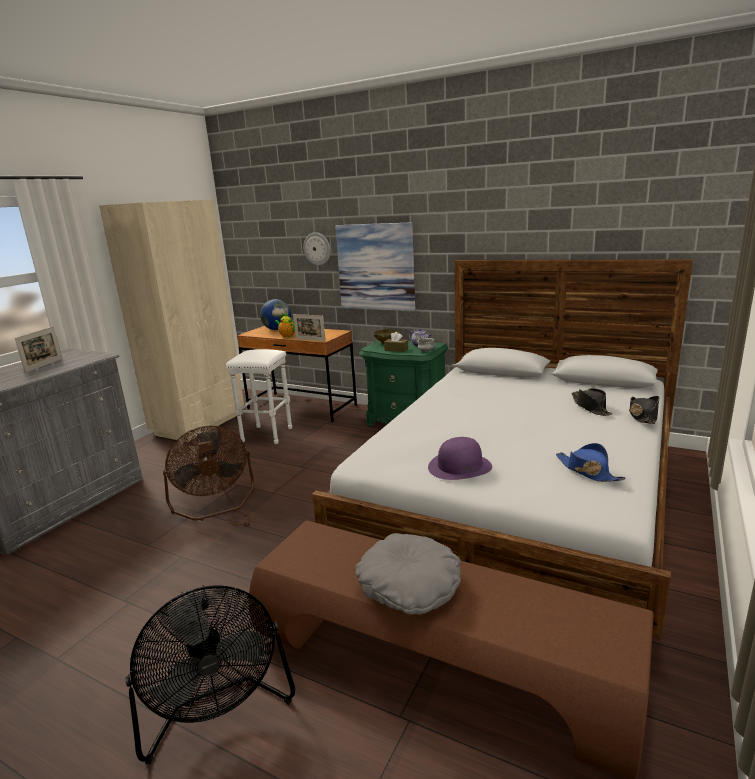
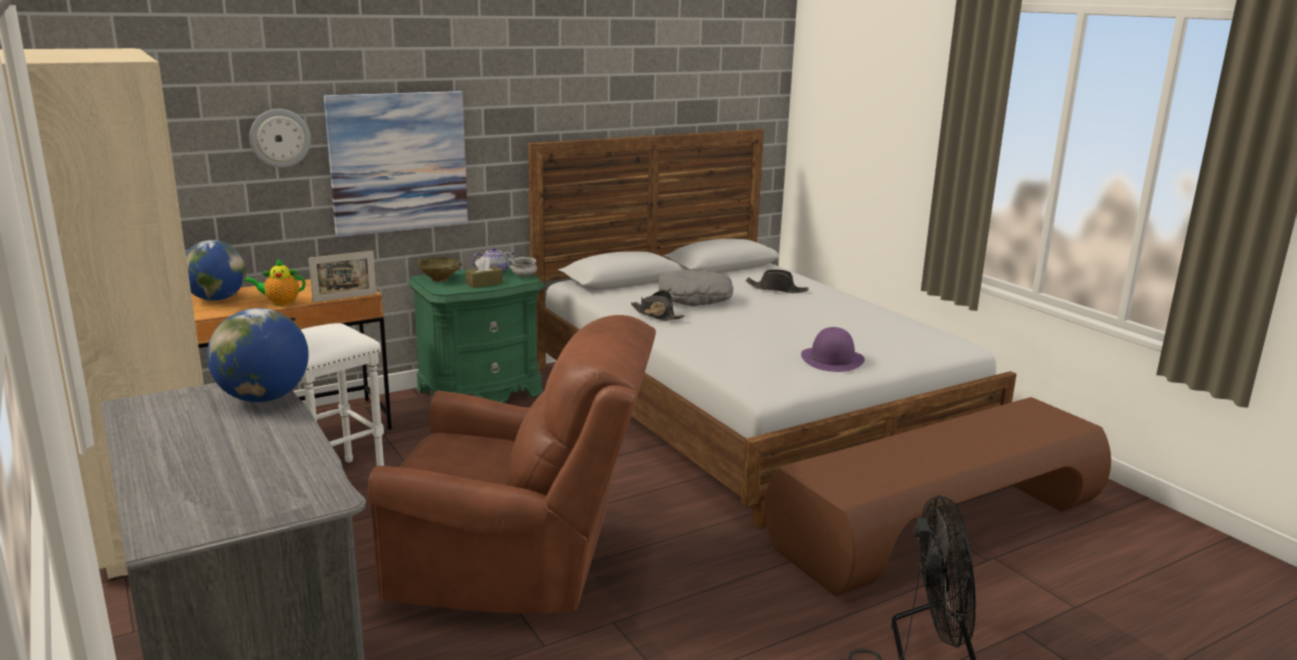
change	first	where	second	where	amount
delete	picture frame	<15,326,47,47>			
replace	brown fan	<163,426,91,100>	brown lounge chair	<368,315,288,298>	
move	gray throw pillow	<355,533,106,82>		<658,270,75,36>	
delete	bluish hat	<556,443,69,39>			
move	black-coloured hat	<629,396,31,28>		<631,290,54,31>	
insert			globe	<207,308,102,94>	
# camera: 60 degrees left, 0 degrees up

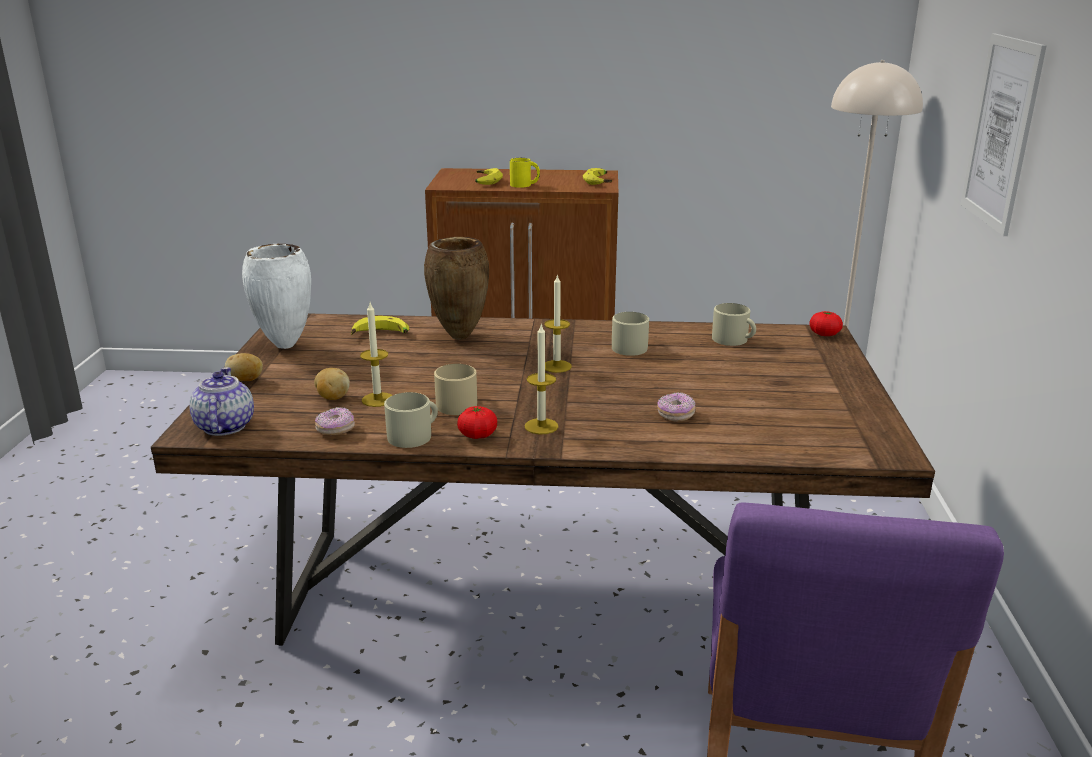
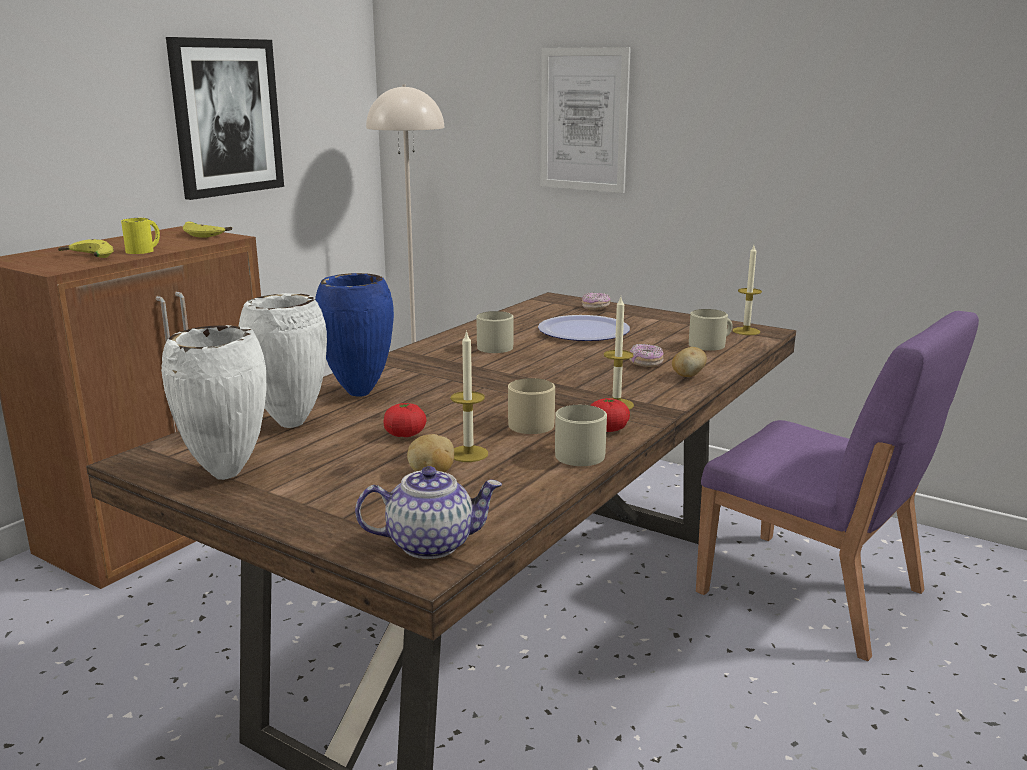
change	first	where	second	where	amount
rotate	tea pot	<189,367,65,69>		<355,466,147,93>	150 degrees clockwise
move	whole potato	<225,353,38,28>		<672,347,35,30>	
move	ring doughnut	<315,407,40,28>		<582,292,29,18>	
replace	banana fruit	<351,316,58,19>	white-coloured decorative vase	<238,293,89,135>	
recolor	brown decorative vase	<424,237,65,103>	bluish decorative vase	<315,273,79,124>	
move	wax light	<544,274,28,99>		<732,245,30,90>	
move	sand-coloured coffee mug	<712,303,44,43>		<689,309,44,42>	
move	tomato	<809,311,34,25>		<384,403,42,34>	
insert			wall art	<166,37,118,163>	
insert			flat dish	<538,315,92,26>	
# camera: 60 degrees left, 5 degrees down

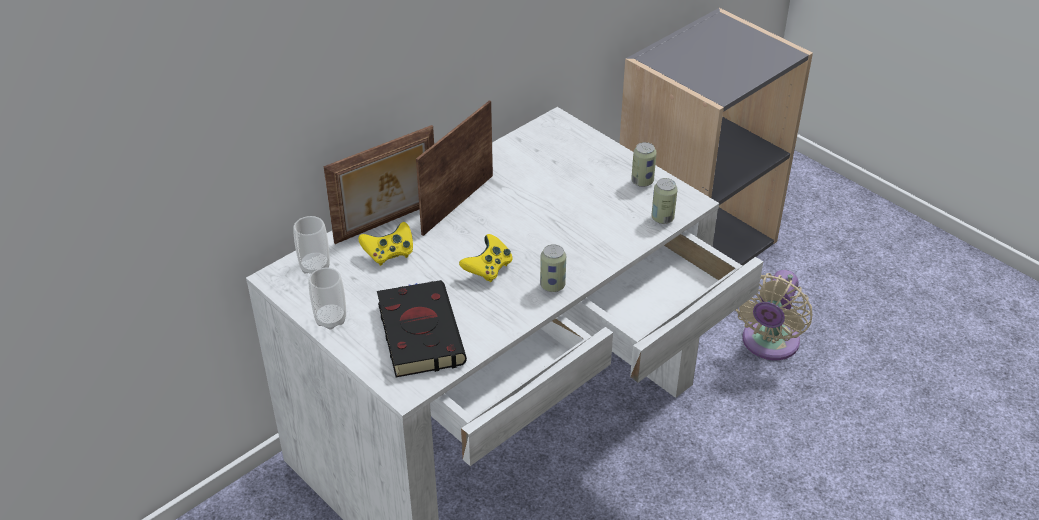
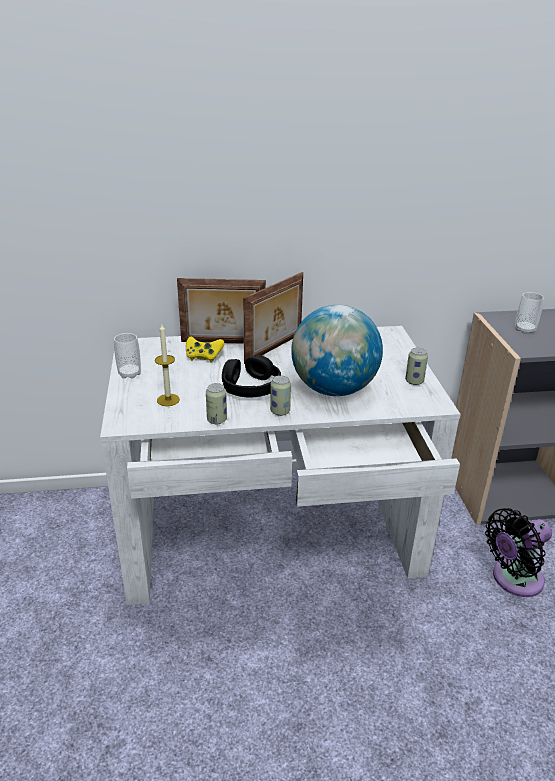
change	first	where	second	where	amount
move	cup	<293,216,37,58>		<515,292,29,42>	
replace	black-coloured volume	<377,280,90,97>	wax light	<155,324,25,82>	
rotate	picture frame	<416,100,77,136>		<243,272,60,92>	150 degrees clockwise
replace	yellow joypad	<459,234,54,48>	black-coloured pair of headphones	<222,355,59,43>	
move	metal can	<652,178,26,46>		<206,383,21,41>	
recolor	sand-coloured fan	<735,270,77,90>	black-coloured fan	<485,508,67,89>	
insert			globe	<291,305,92,91>	
# camera: 35 degrees right, 10 degrees down

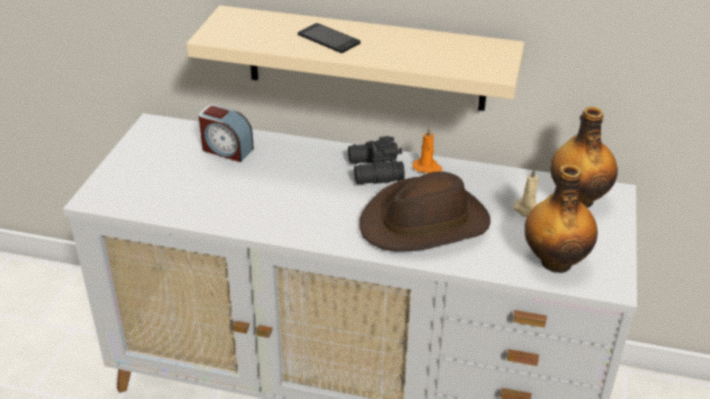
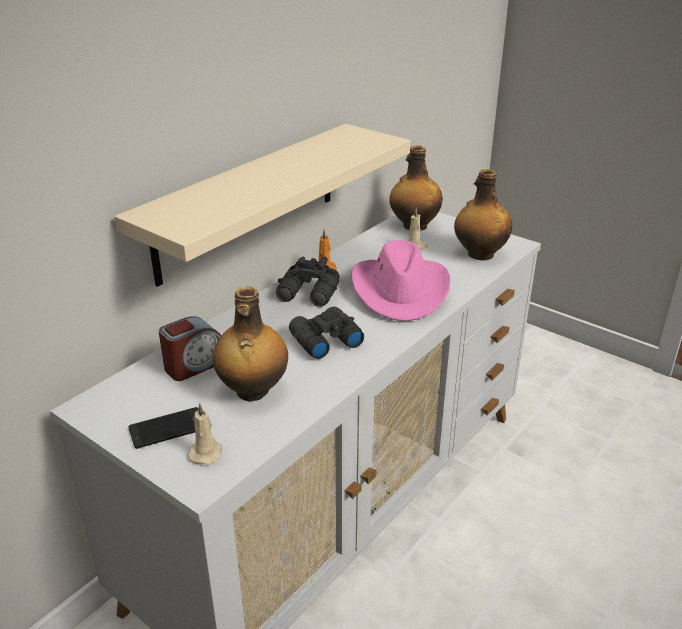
change	first	where	second	where	amount
move	handset	<298,23,63,30>		<128,407,70,42>	
recolor	brown hat	<360,171,131,80>	pink hat	<351,240,99,81>	
insert			sand-coloured wax light	<188,403,35,62>	
insert			drink bottle	<213,287,75,115>	
insert			black-coloured pair of binoculars	<289,307,75,52>	
# camera: 65 degrees left, 5 degrees down

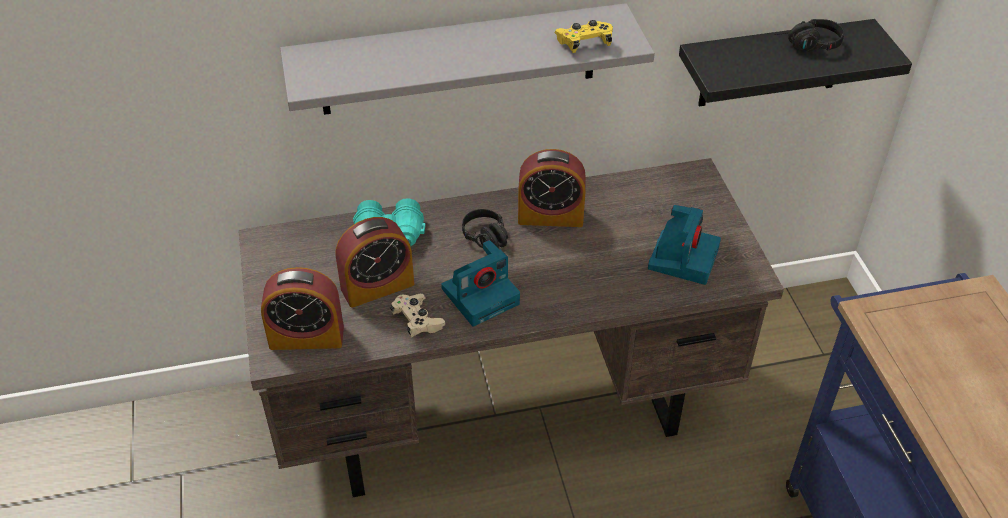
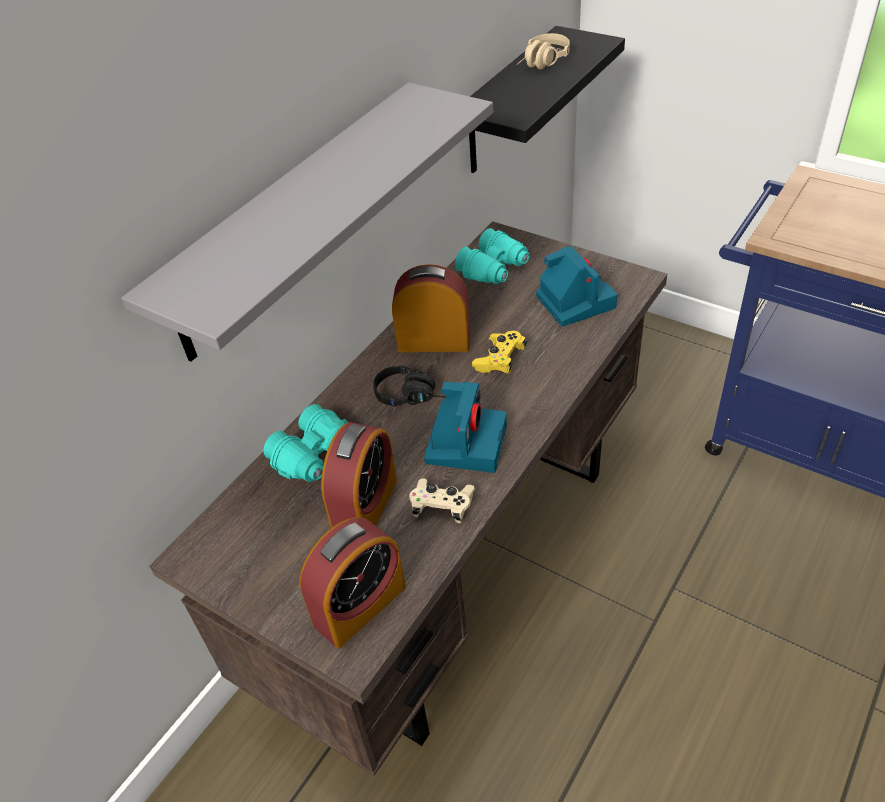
change	first	where	second	where	amount
rotate	alarm clock	<518,149,68,78>		<392,264,79,88>	135 degrees counterclockwise
move	yellow joypad	<554,20,59,33>		<472,331,55,43>	
recolor	black-coloured pair of headphones	<774,19,70,32>	sand-coloured pair of headphones	<517,33,53,37>	
insert			turquoise pair of binoculars	<455,228,75,56>	
# camera: 40 degrees left, 0 degrees up

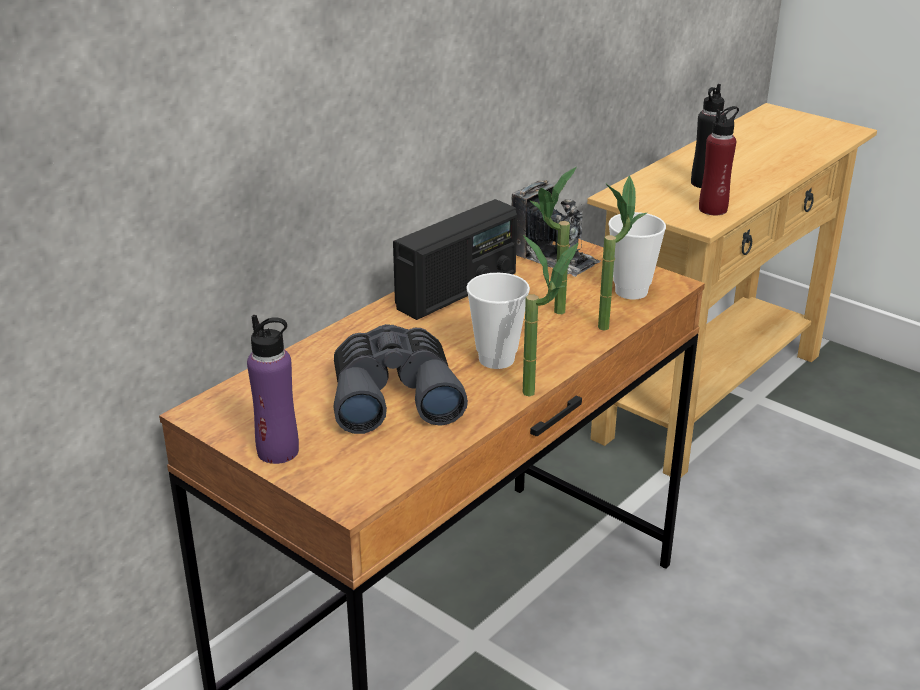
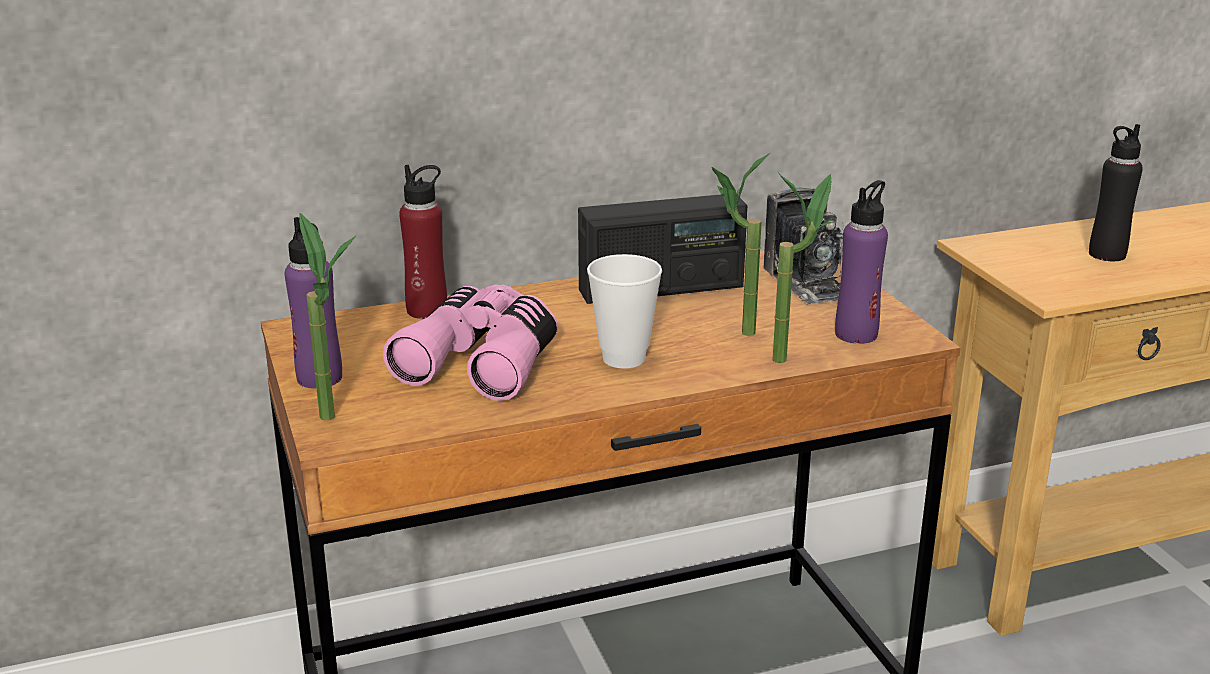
change	first	where	second	where	amount
recolor	gray pair of binoculars	<334,324,134,110>	pink pair of binoculars	<383,285,175,116>	
move	houseplant	<523,235,55,162>		<299,213,57,207>	
replace	cup	<609,212,57,88>	purplish drink bottle	<835,180,53,164>	
move	reddish drink bottle	<699,106,40,109>		<399,165,48,154>	
# camera: 30 degrees right, 5 degrees down

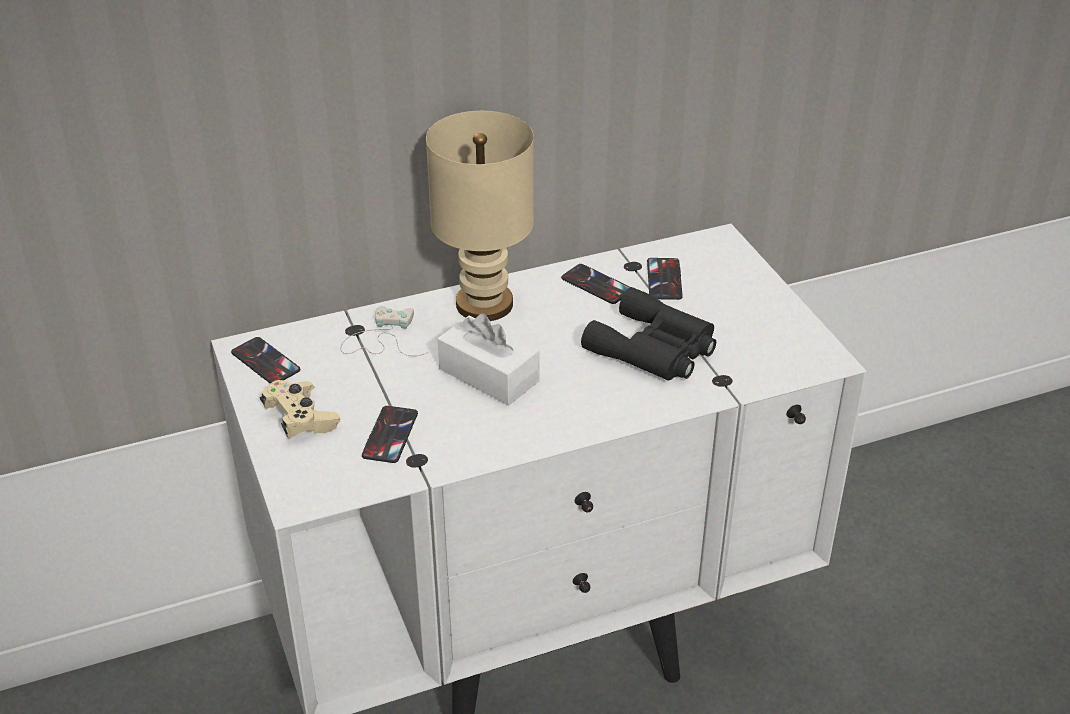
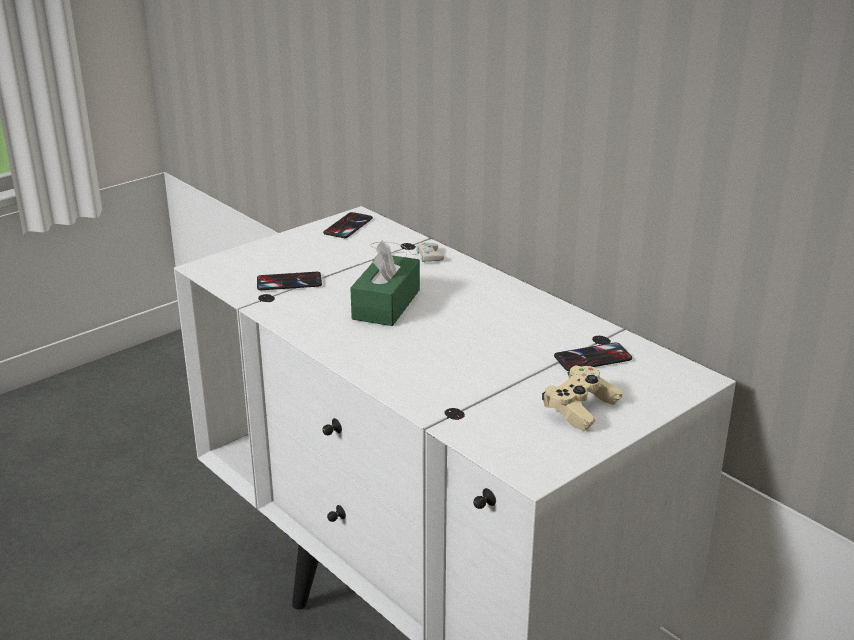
change	first	where	second	where	amount
move	sand-coloured joypad	<260,380,80,59>		<542,365,81,66>	
delete	sand-coloured tabletop lamp	<426,111,108,210>			
recolor	white-coloured box of tissues	<438,313,102,92>	greenish box of tissues	<350,240,70,86>	
delete	handset	<561,264,69,40>			
delete	black-coloured pair of binoculars	<581,287,135,94>			
# camera: 70 degrees right, 10 degrees down

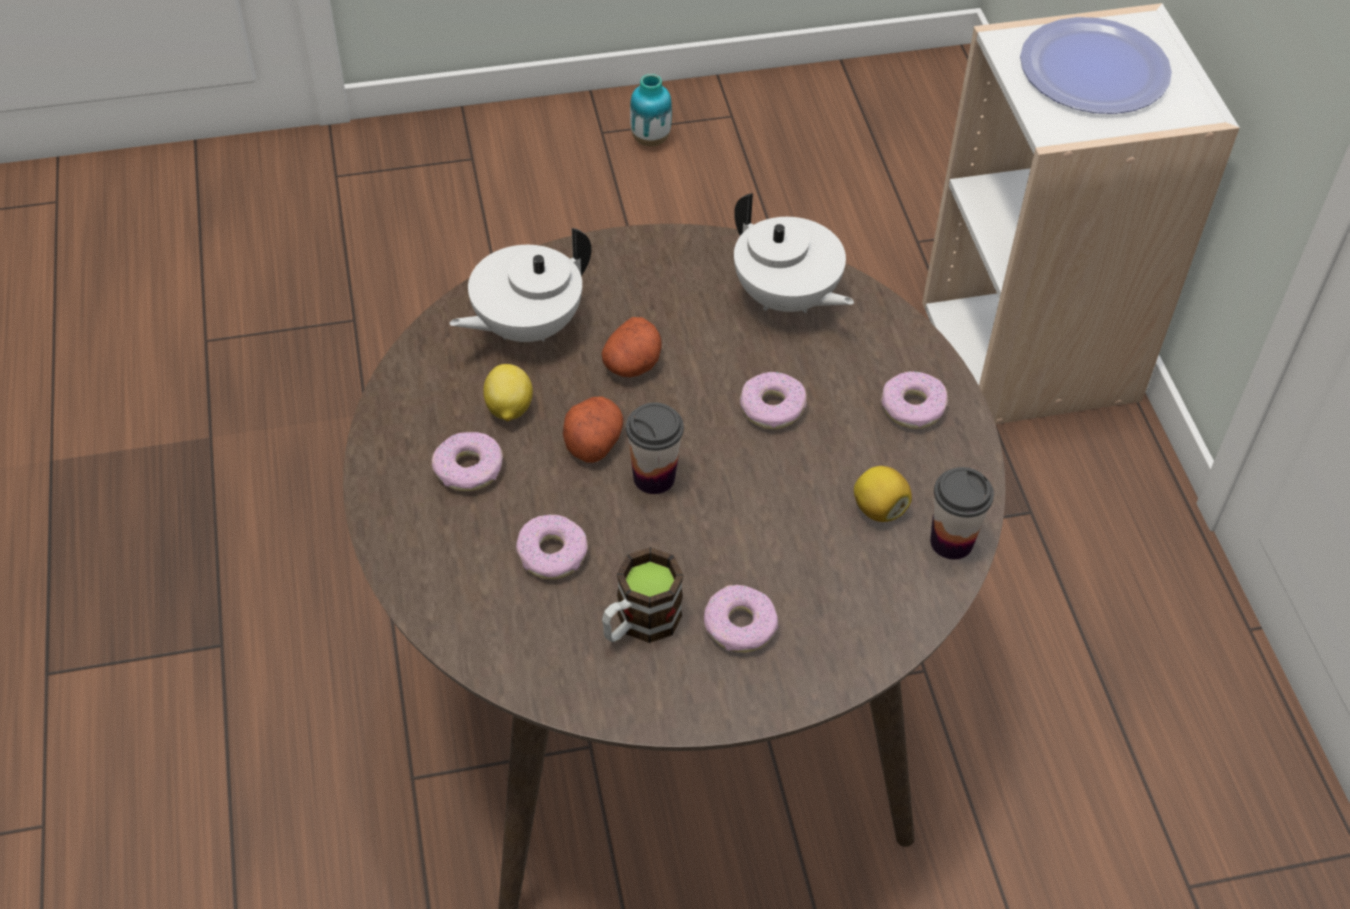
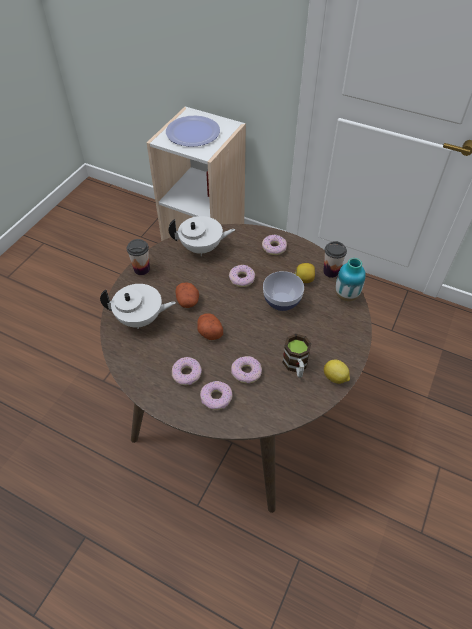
change	first	where	second	where	amount
rotate	white-coloured tea pot	<449,228,143,114>		<100,284,76,45>	90 degrees counterclockwise
move	citrus fruit	<483,364,50,57>		<324,360,26,24>	
move	cup	<626,402,58,92>		<127,239,23,36>	
move	decorative vase	<630,74,42,73>		<336,258,30,43>	
move	ring doughnut	<704,585,74,67>		<200,381,32,29>	
insert			bowl	<263,271,41,40>	
# camera: 50 degrees left, 0 degrees up

